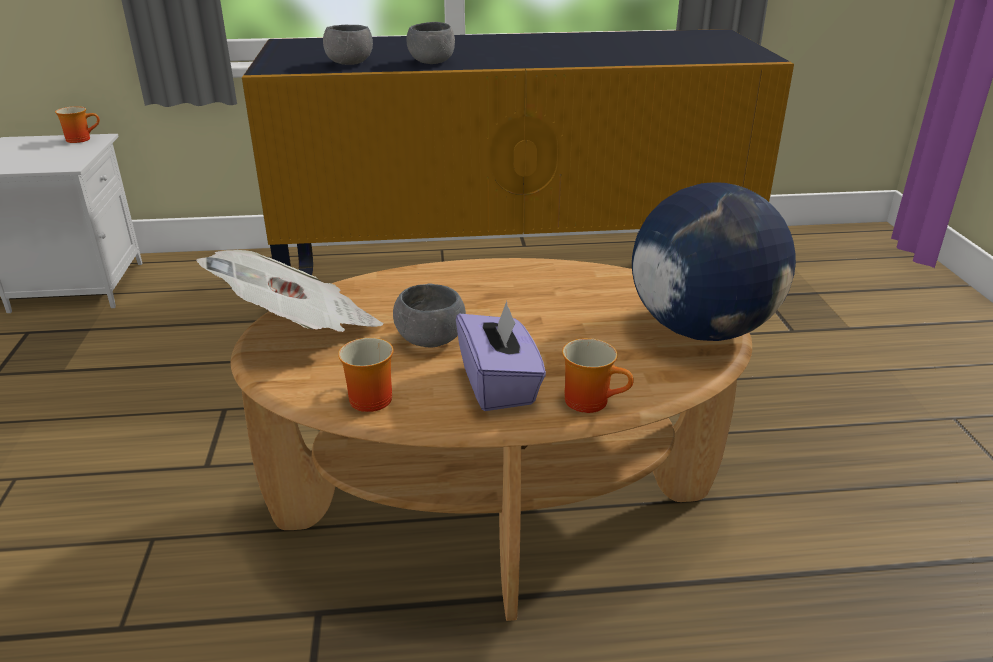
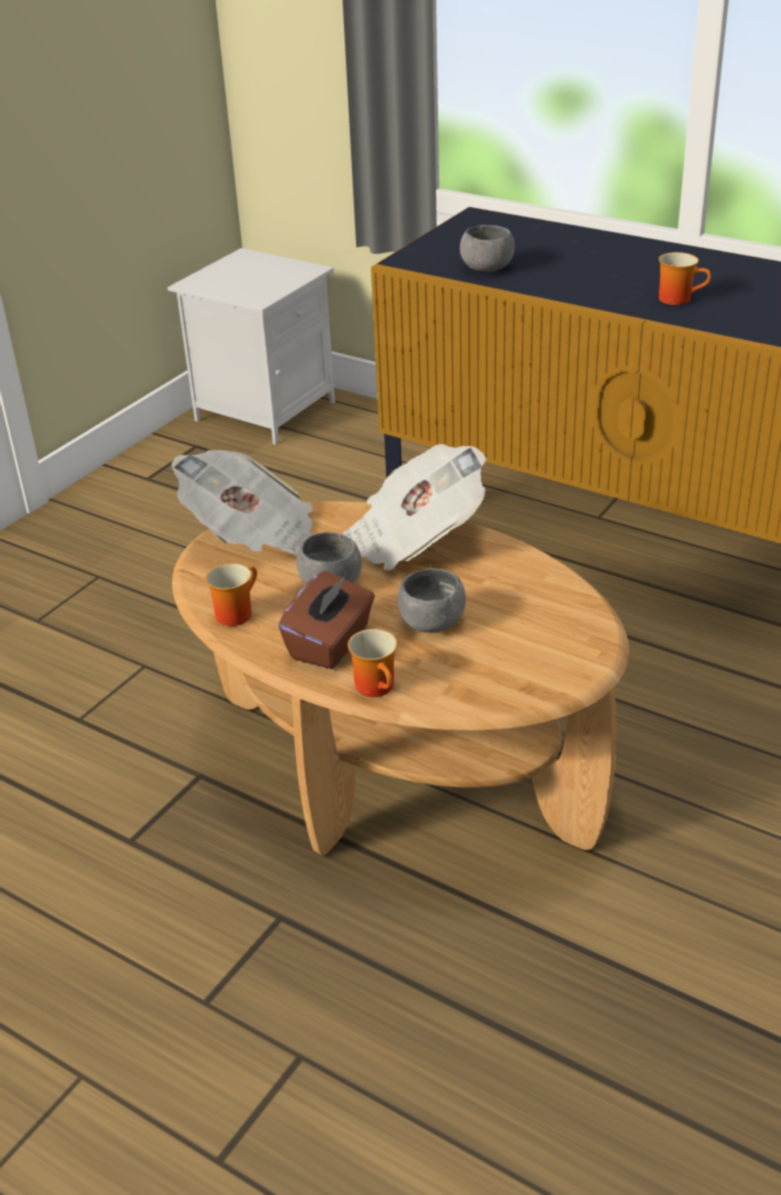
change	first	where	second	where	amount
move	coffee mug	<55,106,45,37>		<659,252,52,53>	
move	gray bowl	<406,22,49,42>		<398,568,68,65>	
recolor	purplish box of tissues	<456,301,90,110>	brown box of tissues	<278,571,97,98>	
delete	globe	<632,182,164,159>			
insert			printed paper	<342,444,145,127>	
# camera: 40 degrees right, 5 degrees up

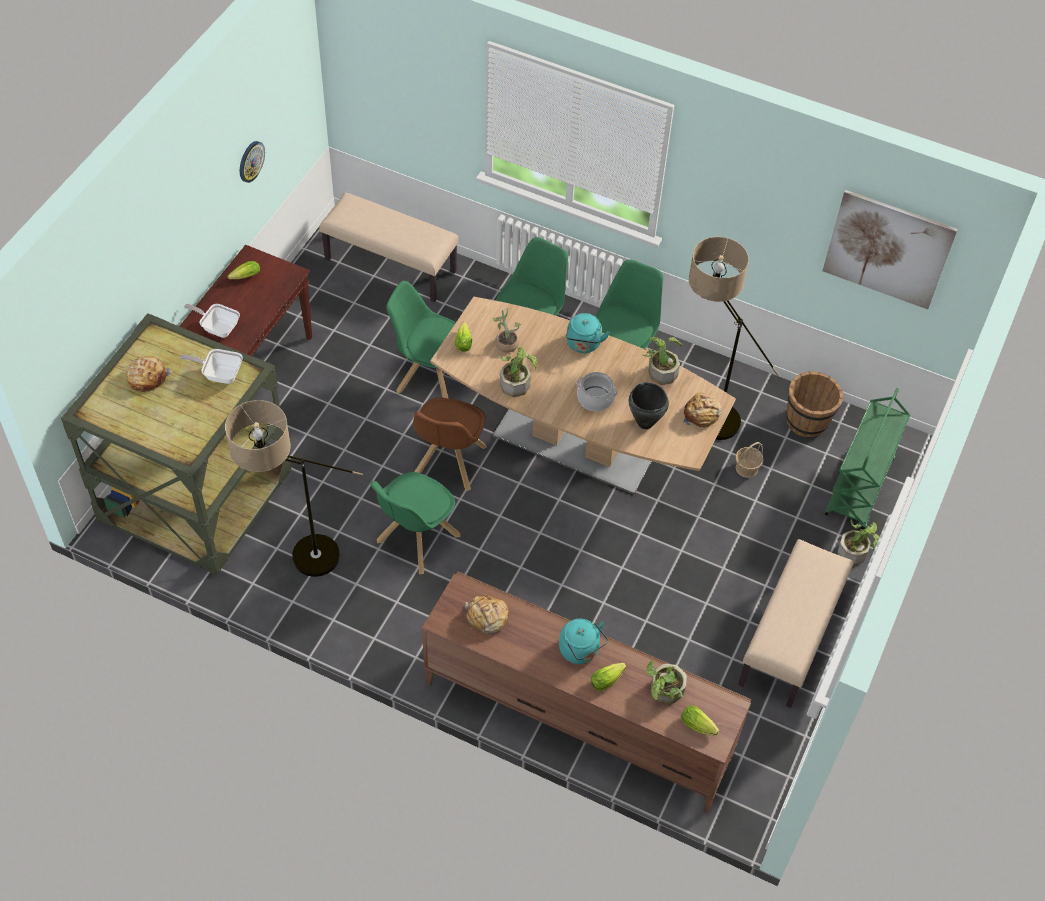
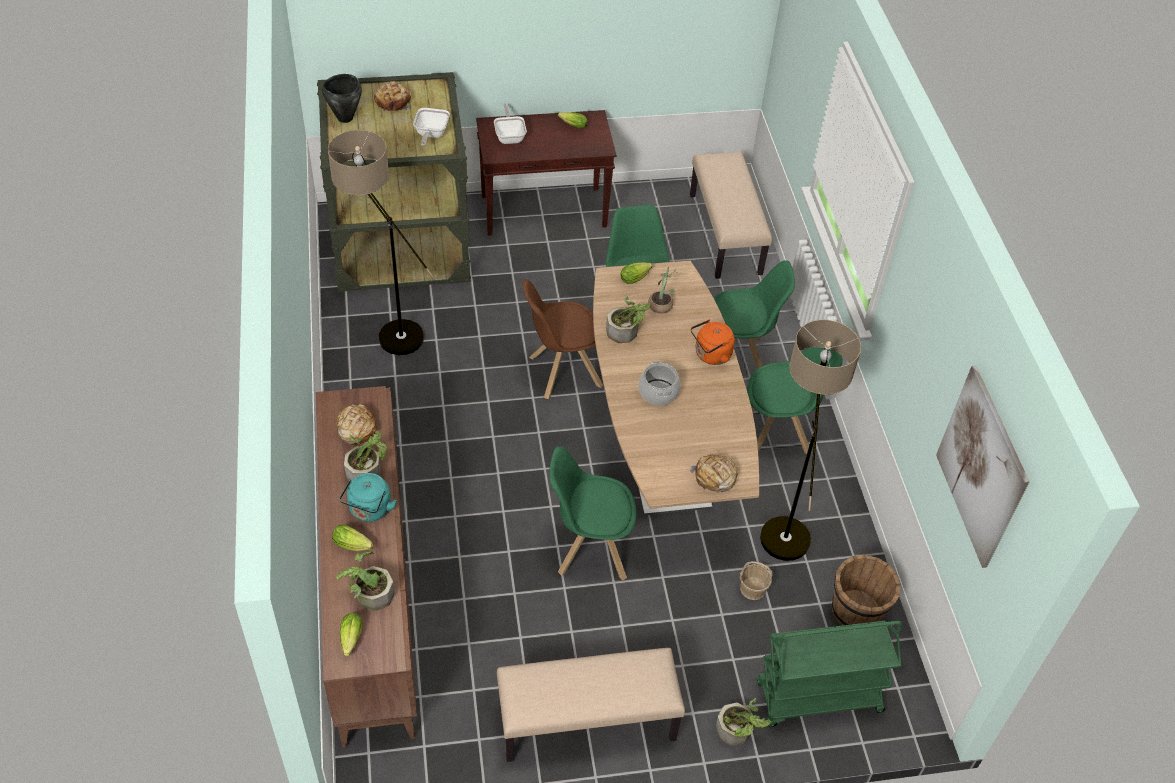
change	first	where	second	where	amount
rotate	pan	<180,349,63,35>		<413,108,37,38>	150 degrees counterclockwise
delete	clock on the wall	<240,141,25,42>			
move	greenish plain chair	<370,472,91,102>		<549,446,88,135>	
recolor	turquoise water kettle	<566,313,44,40>	orange water kettle	<691,320,44,45>	
move	black-coloured saucepot	<629,382,40,47>		<322,74,40,49>	
move	houseplant	<643,337,40,48>		<344,431,43,50>	
# camera: 55 degrees right, 5 degrees down

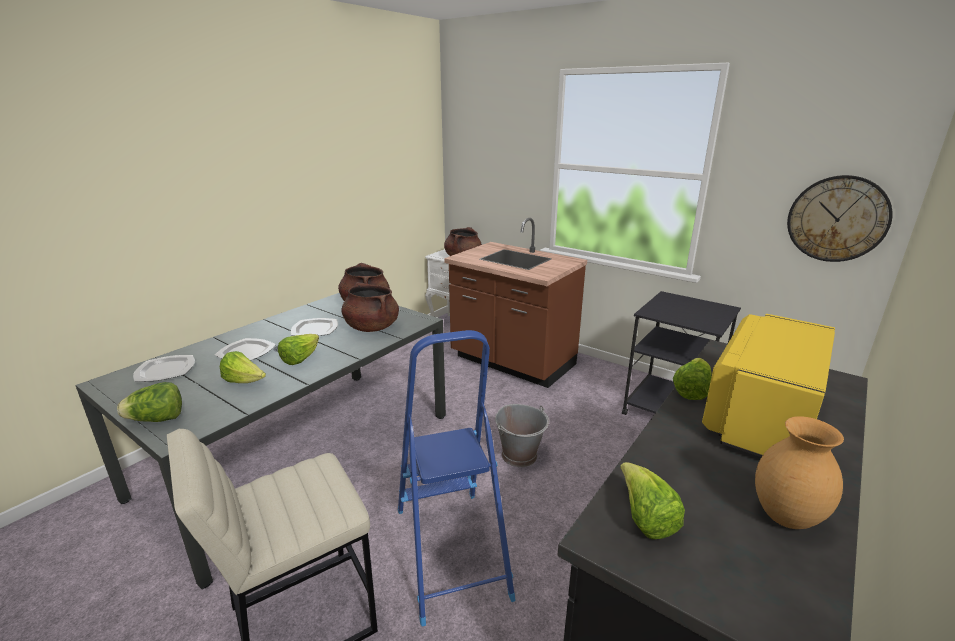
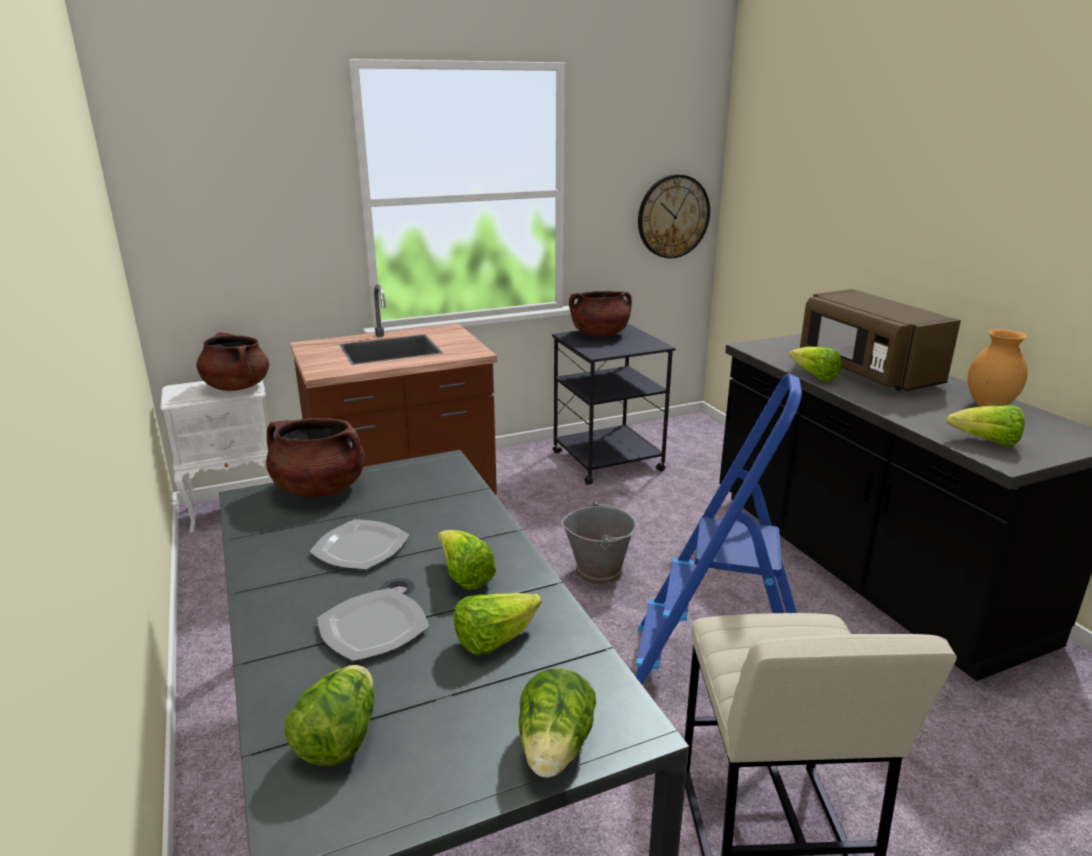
change	first	where	second	where	amount
replace	flat dish	<133,355,62,27>	head of lettuce	<284,665,90,101>	
move	brown saucepot	<342,282,57,50>		<569,291,63,46>	
recolor	yellow kitchen microwave	<702,314,133,143>	brown kitchen microwave	<800,289,161,102>	
# camera: 60 degrees left, 0 degrees up

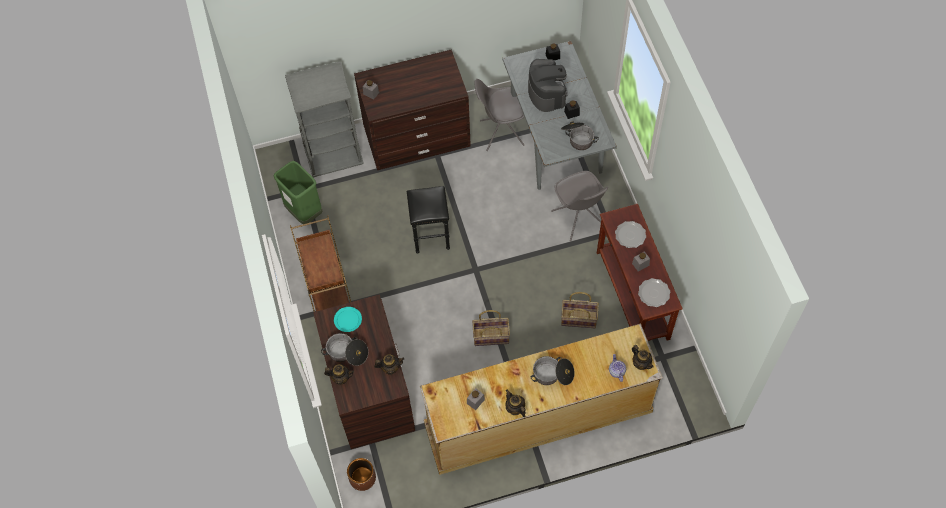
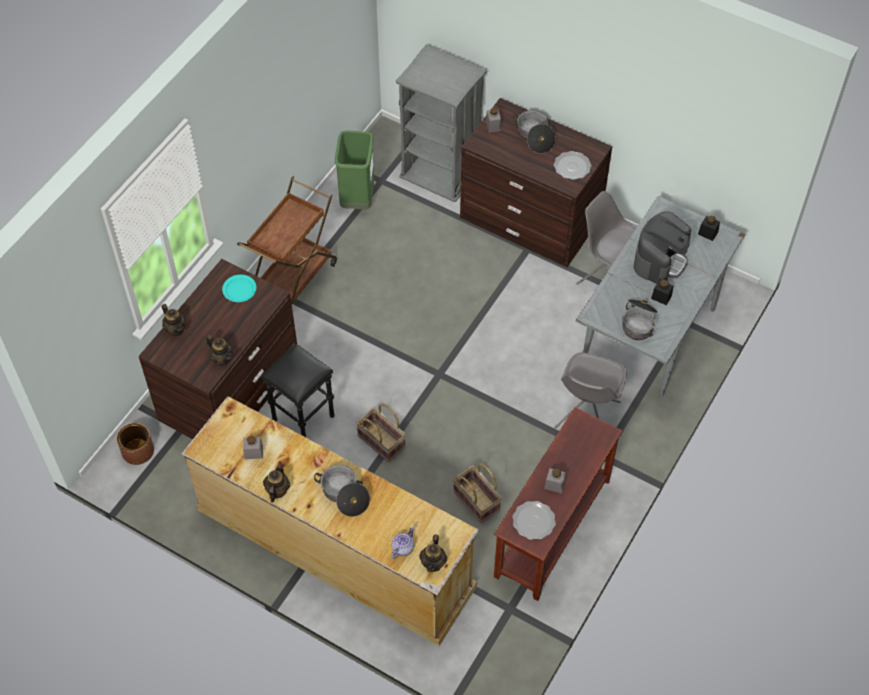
change	first	where	second	where	amount
move	saucepot	<321,333,47,33>		<513,110,43,44>	
move	black-coloured stool seat	<407,186,43,68>		<261,344,74,93>	
move	flat dish	<615,221,31,27>		<554,151,38,29>	
# camera: 45 degrees right, 5 degrees down

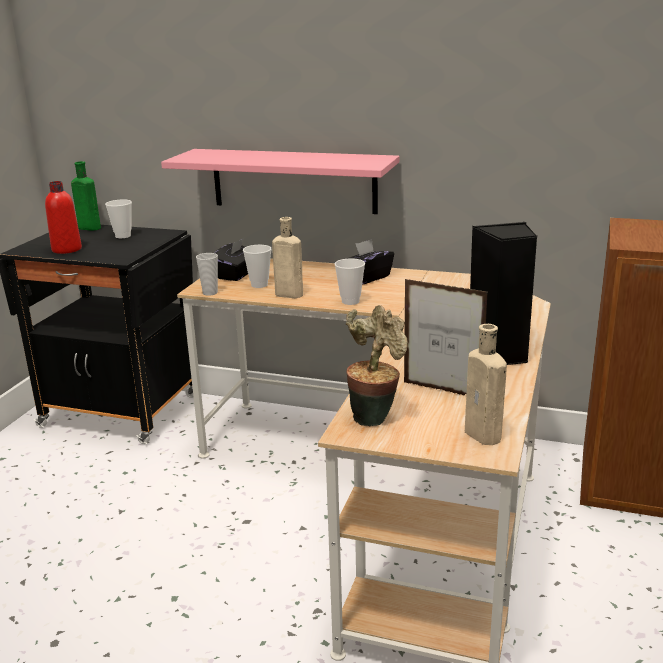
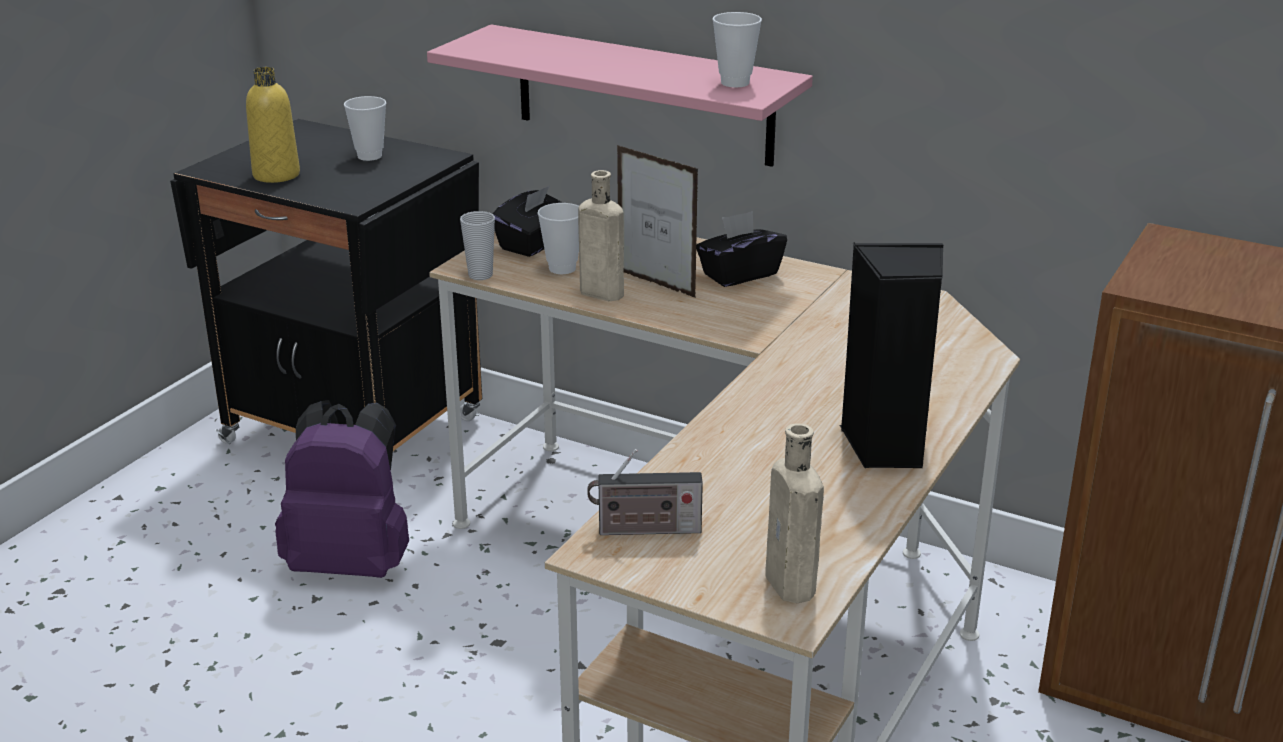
change	first	where	second	where	amount
recolor	reddish drink bottle	<45,181,37,73>	yellow drink bottle	<246,67,54,116>	
delete	greenish drink bottle	<71,161,30,70>			
move	cup	<335,258,30,47>		<713,12,49,75>	
replace	houseplant	<345,305,63,121>	radio set	<587,449,116,86>	
move	picture frame	<404,279,84,116>		<617,145,81,153>	
insert			purplish rucksack	<275,400,134,178>	
# camera: 10 degrees right, 5 degrees up

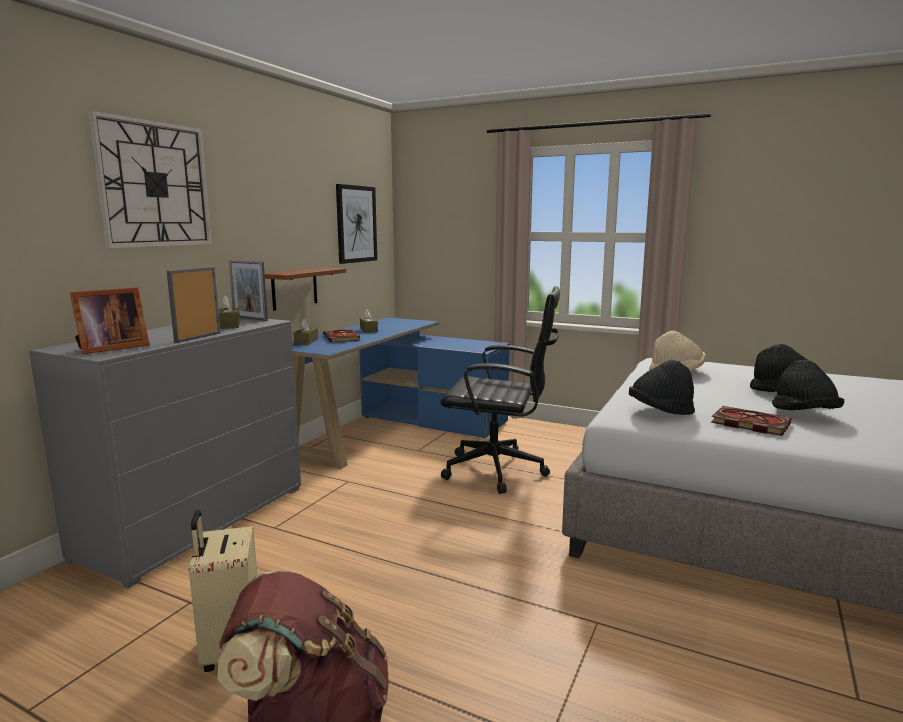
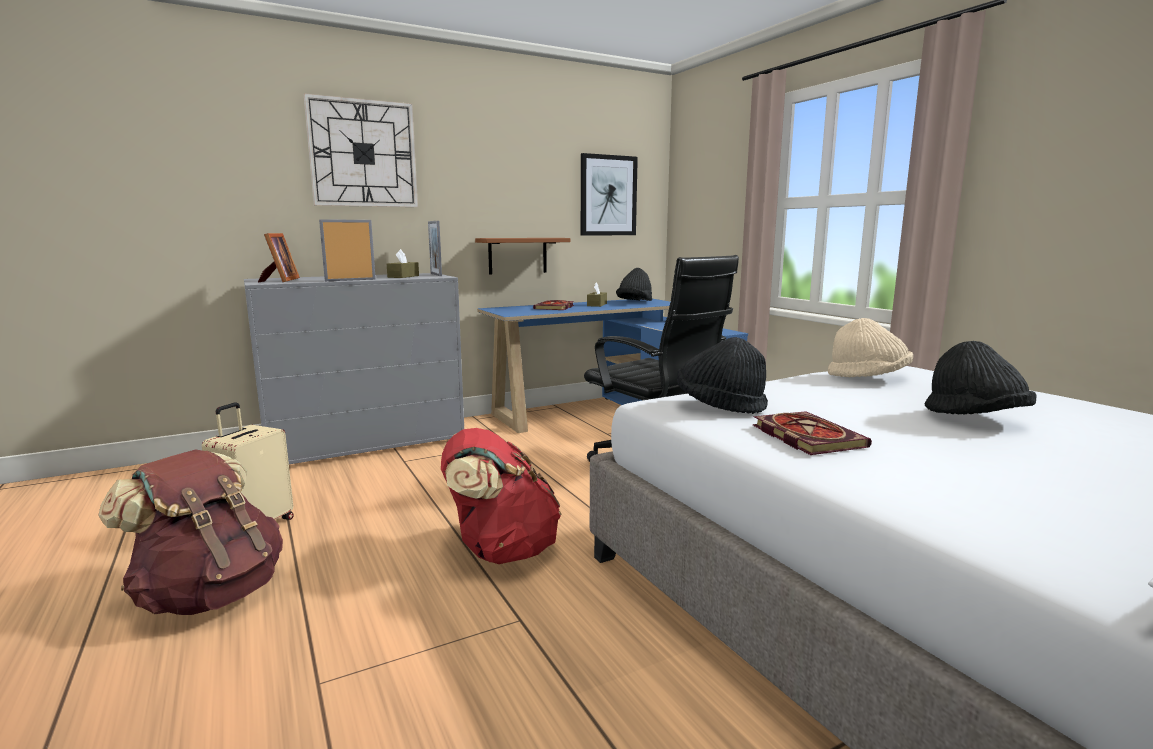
change	first	where	second	where	amount
rotate	picture frame	<70,287,80,67>		<258,233,42,50>	90 degrees counterclockwise
delete	brown box of tissues	<293,319,25,26>			
move	black-coloured hat	<772,360,72,50>		<616,268,36,33>	
insert			reddish rucksack	<441,428,120,136>	
# camera: 35 degrees right, 0 degrees up

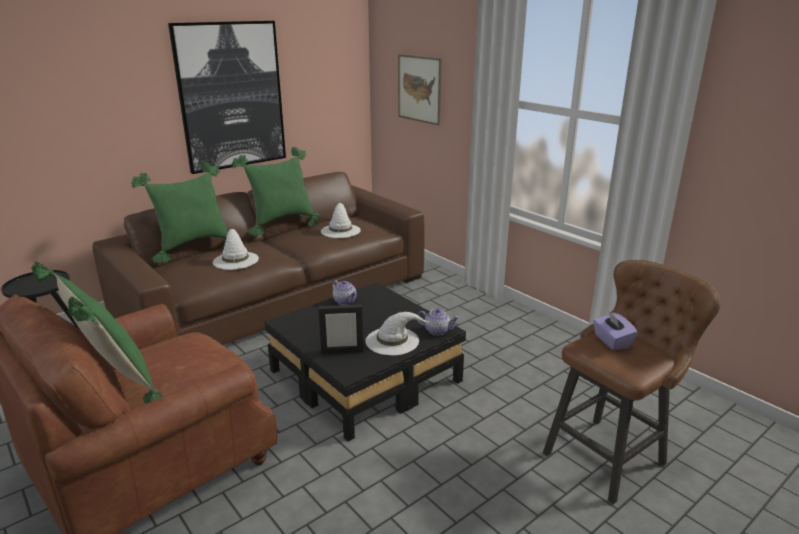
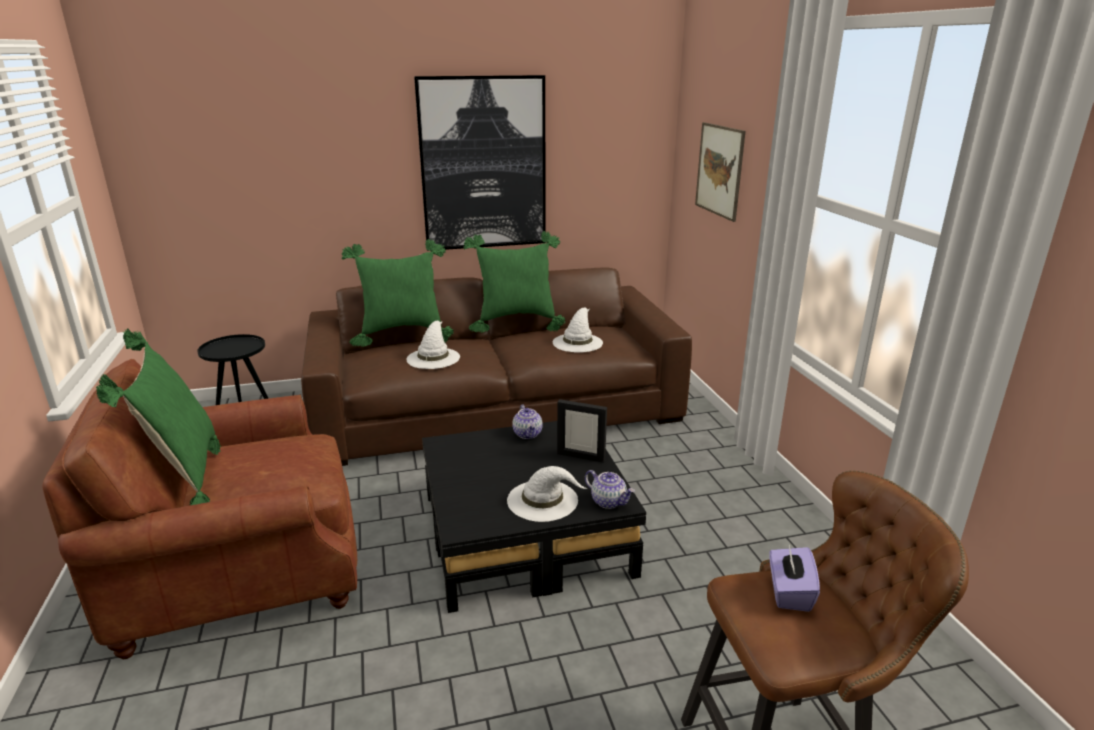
change	first	where	second	where	amount
move	picture frame	<318,304,45,50>		<557,399,50,64>	
# camera: 25 degrees right, 0 degrees up

